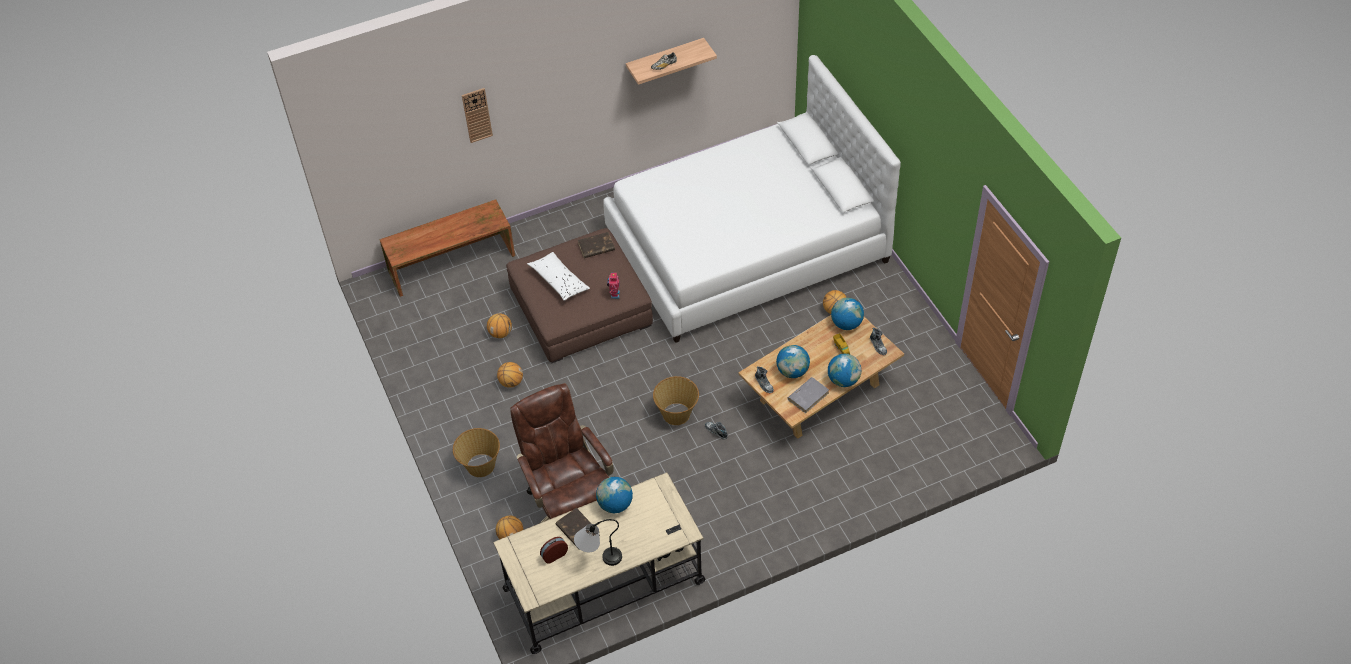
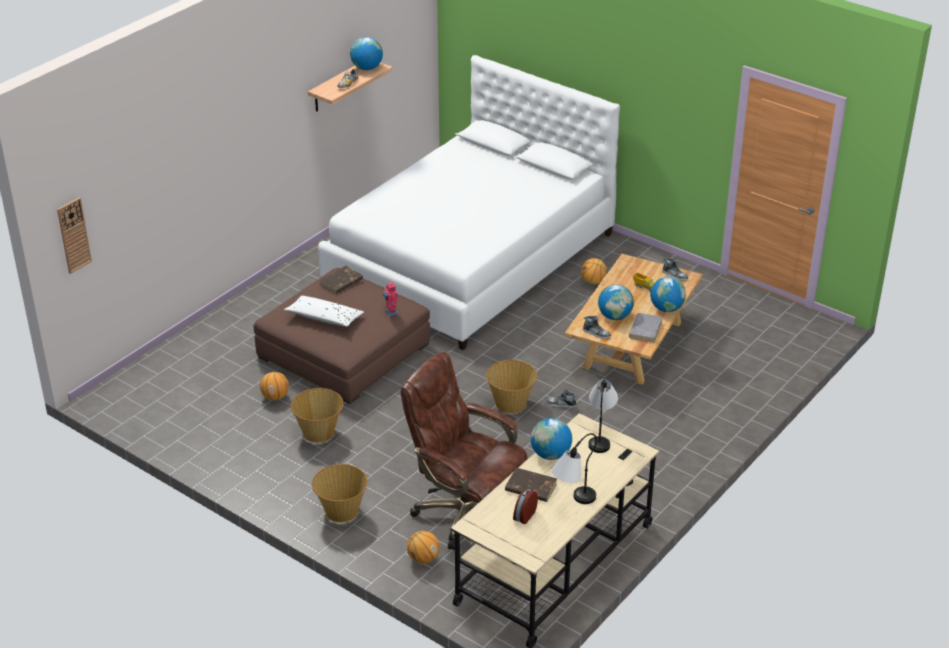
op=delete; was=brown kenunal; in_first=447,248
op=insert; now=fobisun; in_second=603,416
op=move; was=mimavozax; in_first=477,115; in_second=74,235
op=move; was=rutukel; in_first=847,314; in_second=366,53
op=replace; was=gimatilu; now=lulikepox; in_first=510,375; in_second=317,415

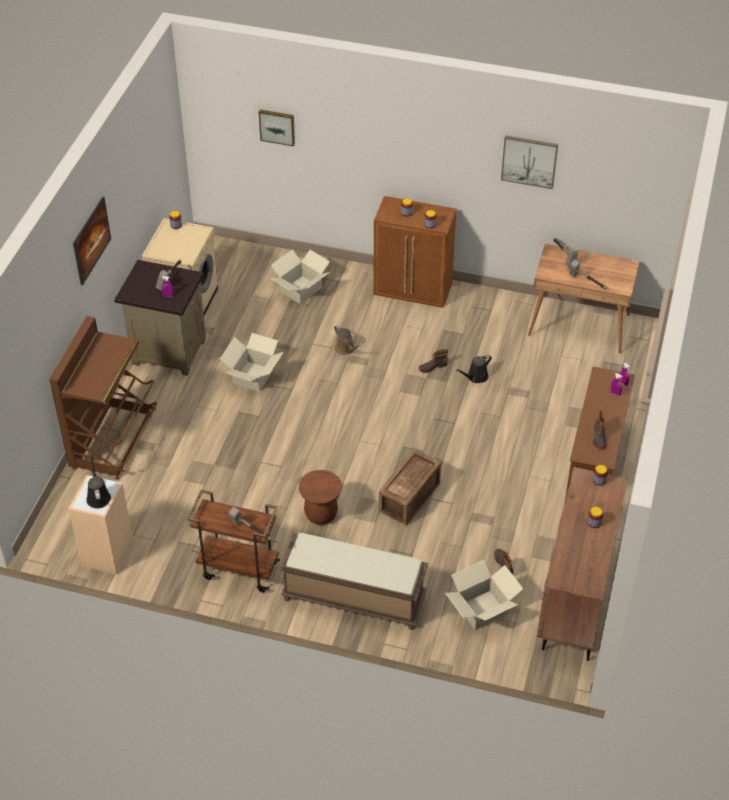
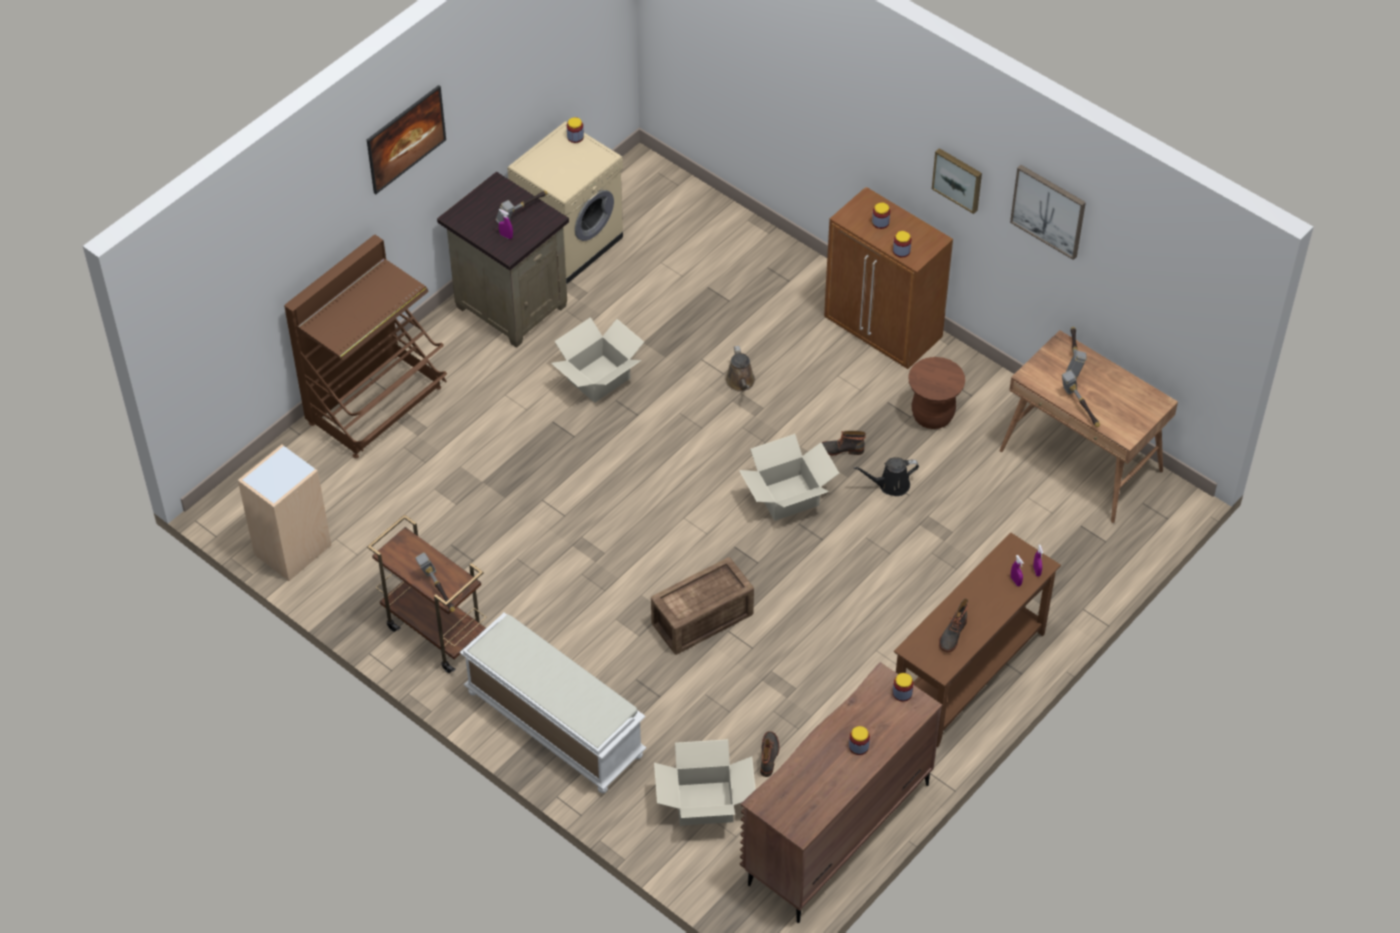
op=delete; was=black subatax; in_first=98,481
op=move; was=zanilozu; in_first=277,128; in_second=957,181
op=move; was=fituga; in_first=300,276; in_second=789,477
op=move; was=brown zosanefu; in_first=320,497; in_second=936,393
op=recolor; was=brown kenunal; now=white kenunal; in_first=353,581; in_second=553,702

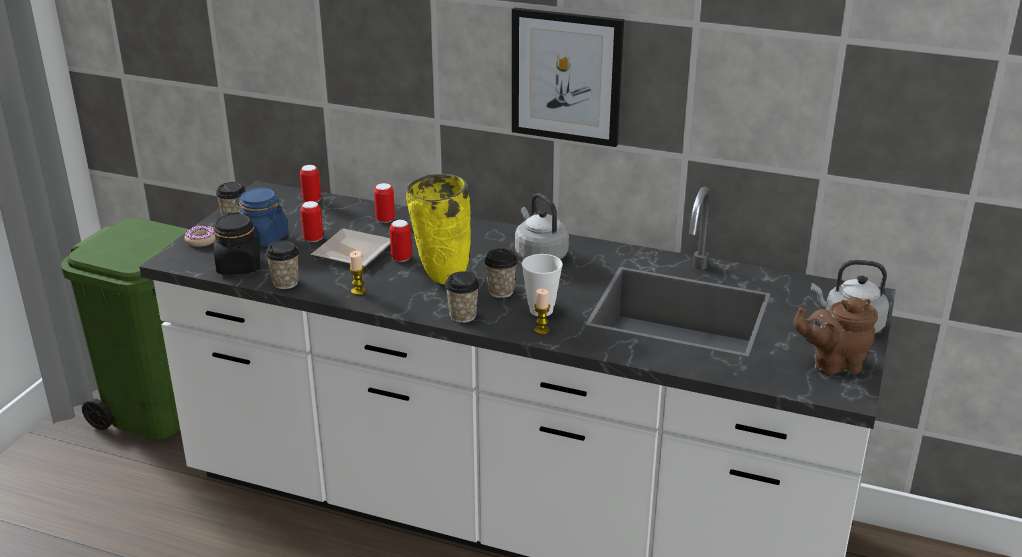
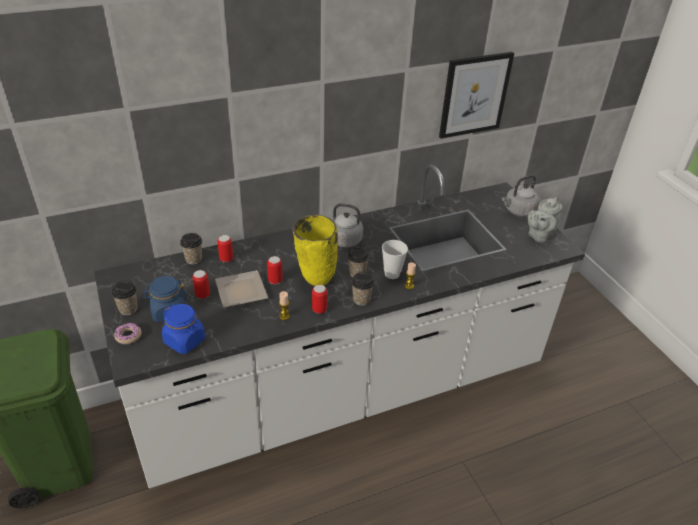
op=move; was=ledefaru; in_first=282,264; in_second=191,249
op=move; was=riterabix; in_first=310,183; in_second=319,299
op=move; was=zanilozu; in_first=568,77; in_second=476,95
op=recolor; was=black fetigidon; now=blue fetigidon; in_first=236,243; in_second=183,329
op=recolor; was=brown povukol; now=grey povukol; in_first=835,336; in_second=545,220

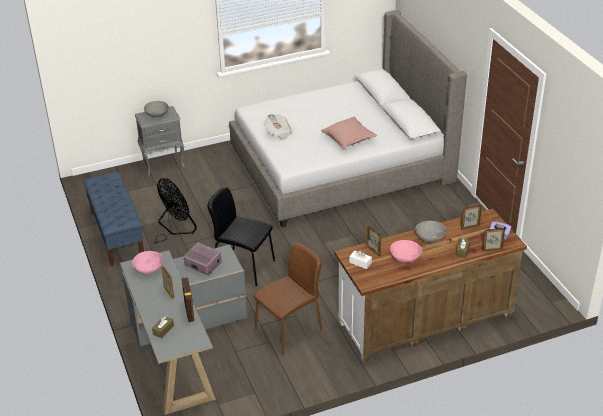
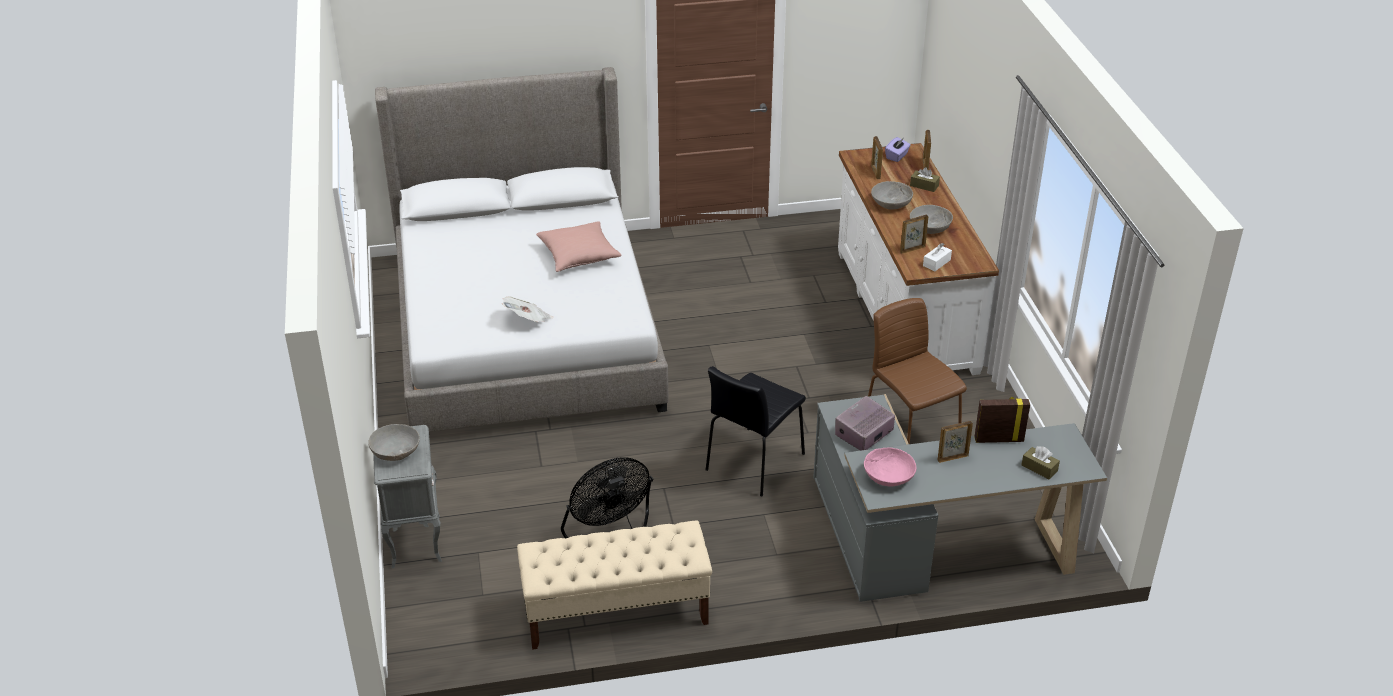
op=recolor; was=blue kenunal; now=beige kenunal; in_first=114,219; in_second=614,585
op=recolor; was=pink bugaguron; now=grey bugaguron; in_first=406,251; in_second=931,219

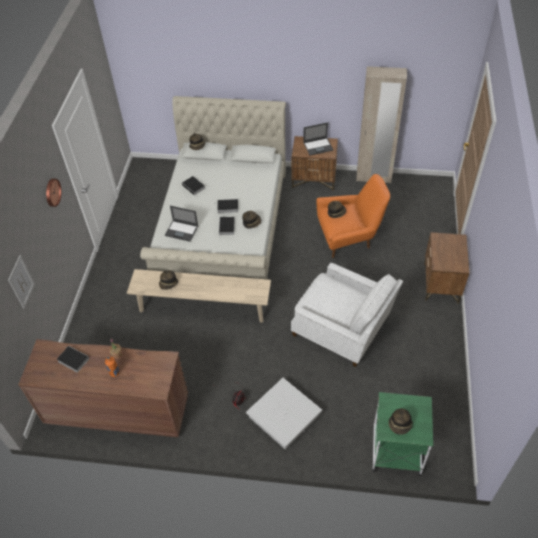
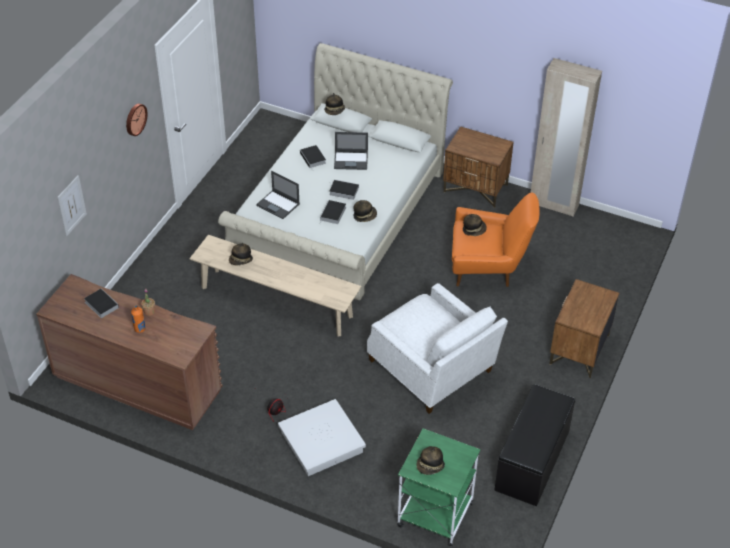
op=insert; now=black kenunal; in_second=534,445
op=move; was=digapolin; in_first=318,139; in_second=351,151

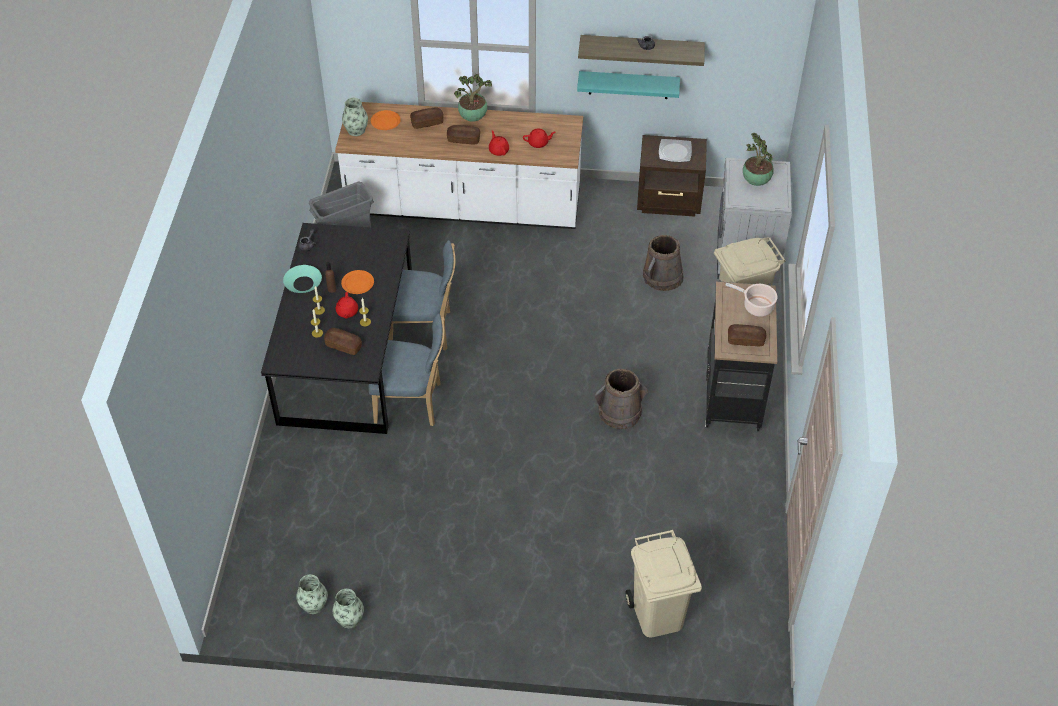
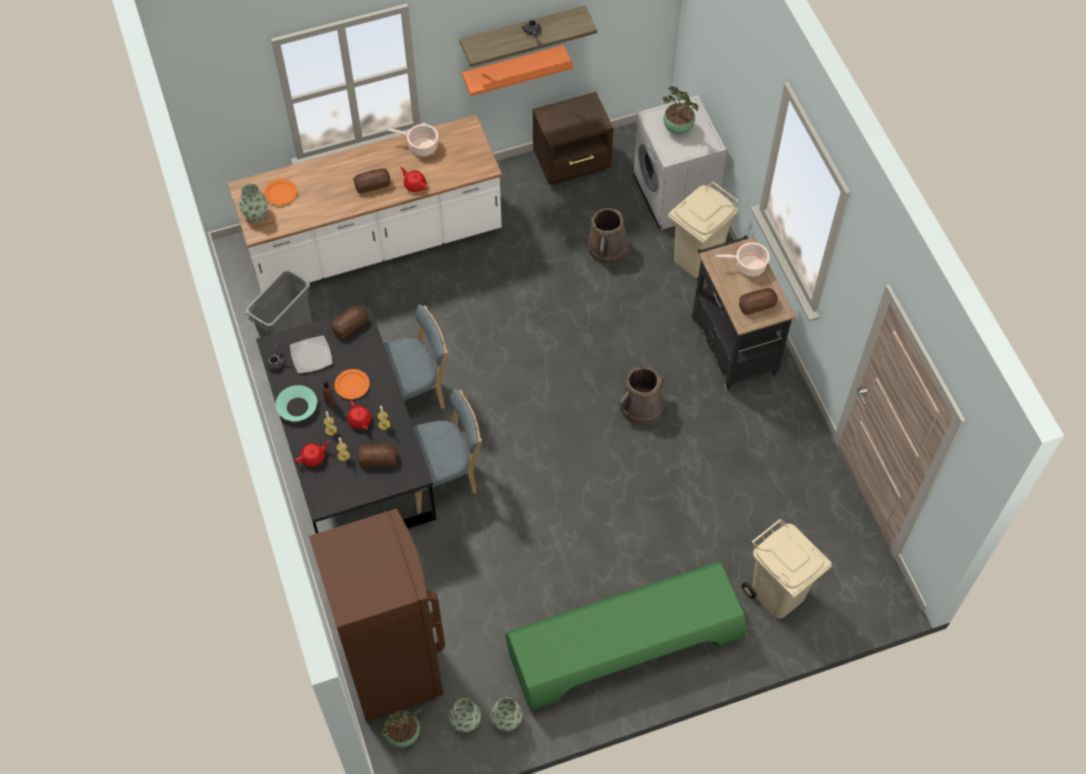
op=insert; now=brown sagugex; in_second=377,615
op=insert; now=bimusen; in_second=413,140
op=insert; now=green kenunal; in_second=626,636
op=move; was=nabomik; in_first=427,118; in_second=349,322
op=move; was=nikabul; in_first=473,98; in_second=402,728
op=move; was=red povukol; in_first=539,138; in_second=312,454
op=move; was=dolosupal; in_first=675,150; in_second=311,354
op=recolor; was=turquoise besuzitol; now=orange besuzitol; in_first=628,85; in_second=517,70

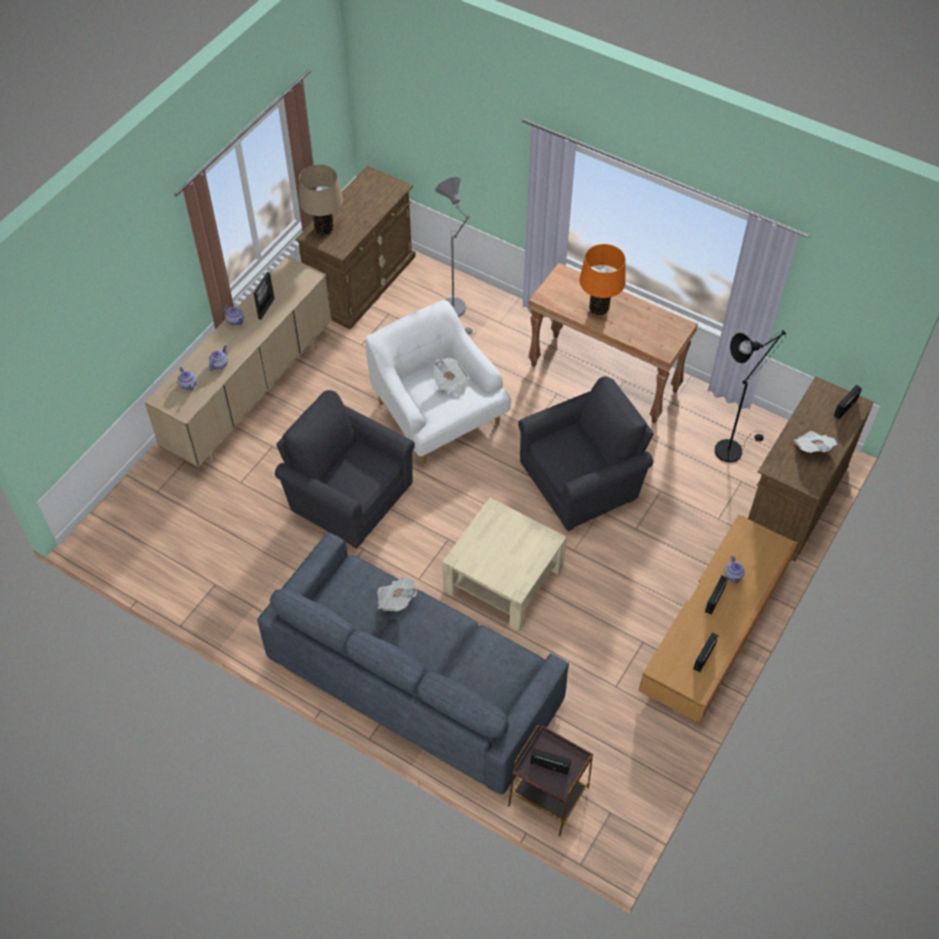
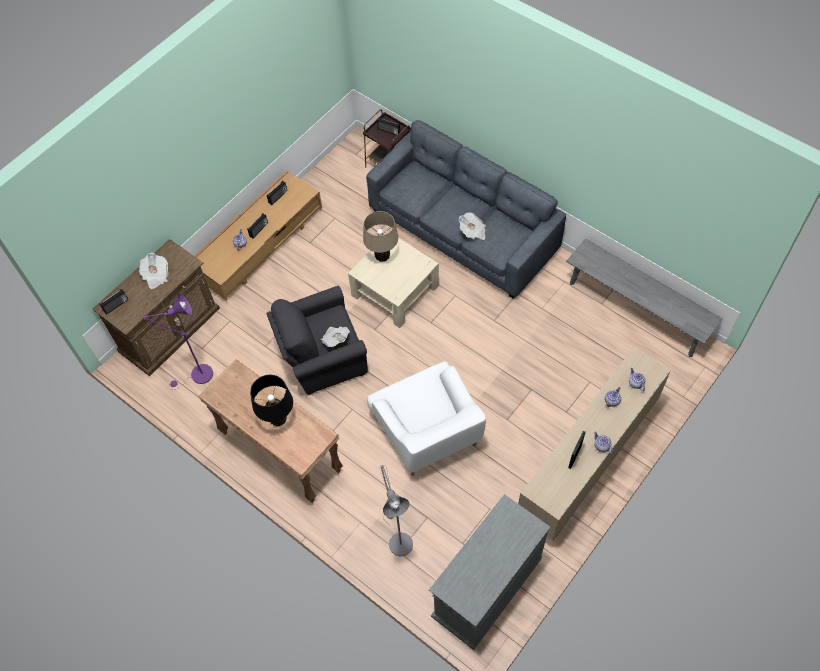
op=delete; was=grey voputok; in_first=345,469
op=insert; now=grey kenunal; in_second=644,298
op=move; was=beige fobisun; in_first=321,199; in_second=380,236
op=move; was=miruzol; in_first=451,377; in_second=335,336
op=recolor; was=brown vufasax; now=grey vufasax; in_first=356,248; in_second=489,572
op=recolor; was=orange fobisun; now=black fobisun; in_first=602,279; in_second=271,400
op=recolor; was=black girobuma; now=purple girobuma; in_first=750,396; in_second=178,341

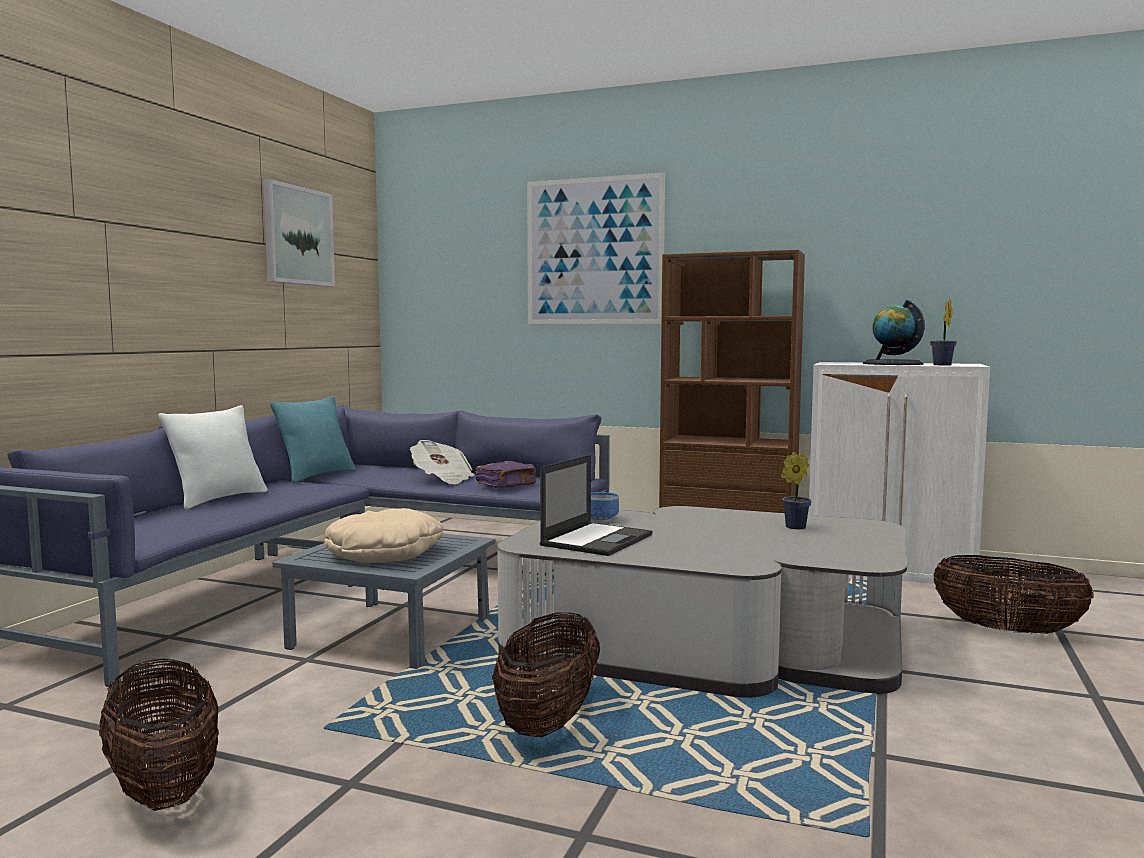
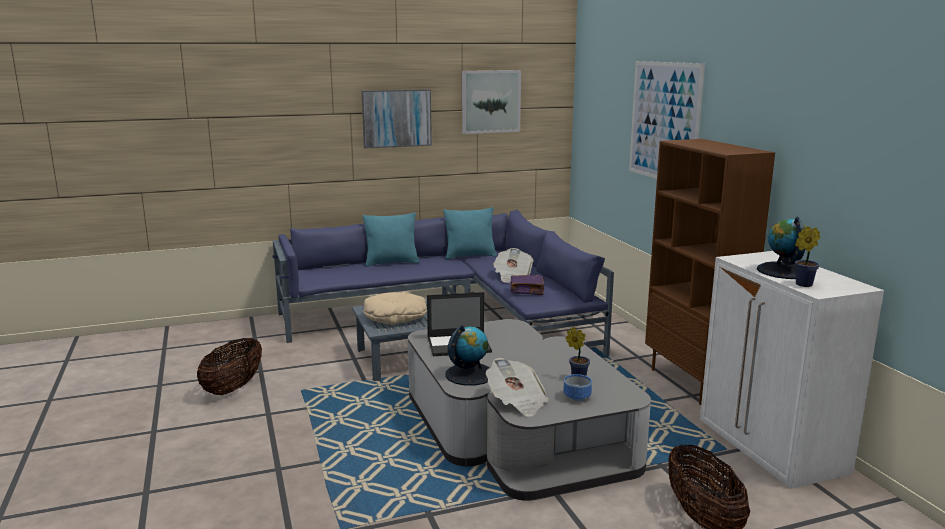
op=delete; was=lulikepox; in_first=546,674
op=insert; now=zanilozu; in_second=397,119
op=insert; now=rutukel; in_second=467,355
op=insert; now=miruzol; in_second=517,387
op=move; was=bugaguron; in_first=605,507; in_second=577,388
op=recolor; was=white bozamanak; now=turquoise bozamanak; in_first=213,457; in_second=391,239

